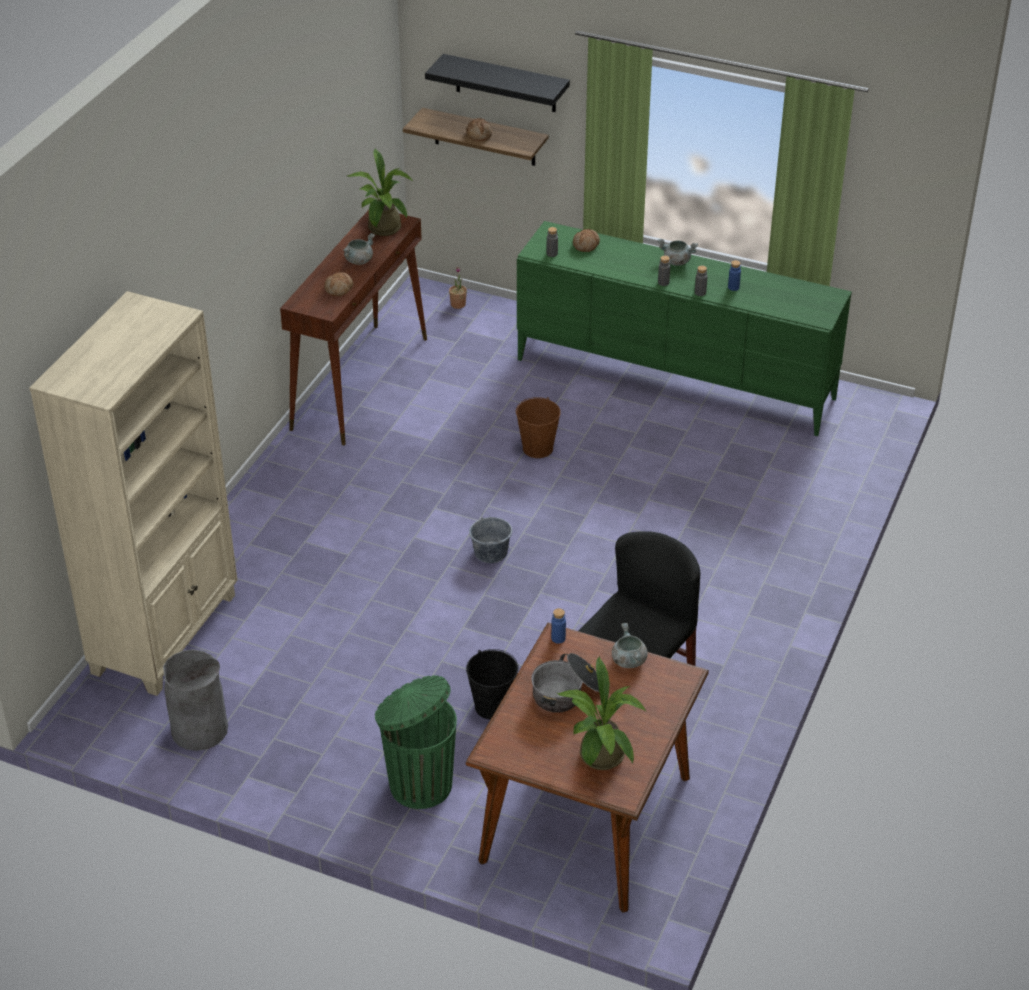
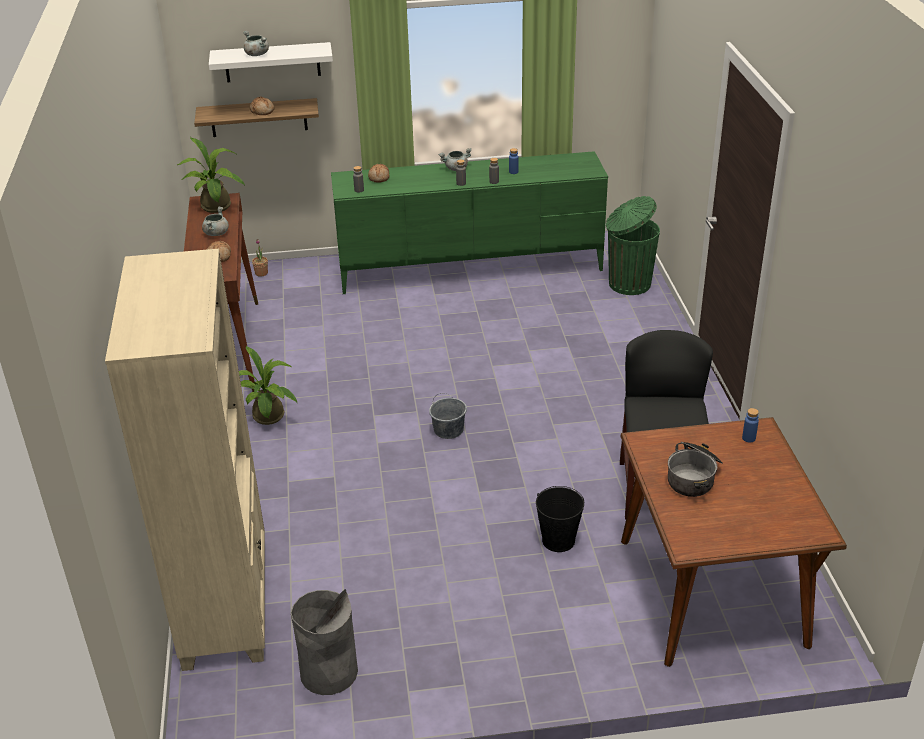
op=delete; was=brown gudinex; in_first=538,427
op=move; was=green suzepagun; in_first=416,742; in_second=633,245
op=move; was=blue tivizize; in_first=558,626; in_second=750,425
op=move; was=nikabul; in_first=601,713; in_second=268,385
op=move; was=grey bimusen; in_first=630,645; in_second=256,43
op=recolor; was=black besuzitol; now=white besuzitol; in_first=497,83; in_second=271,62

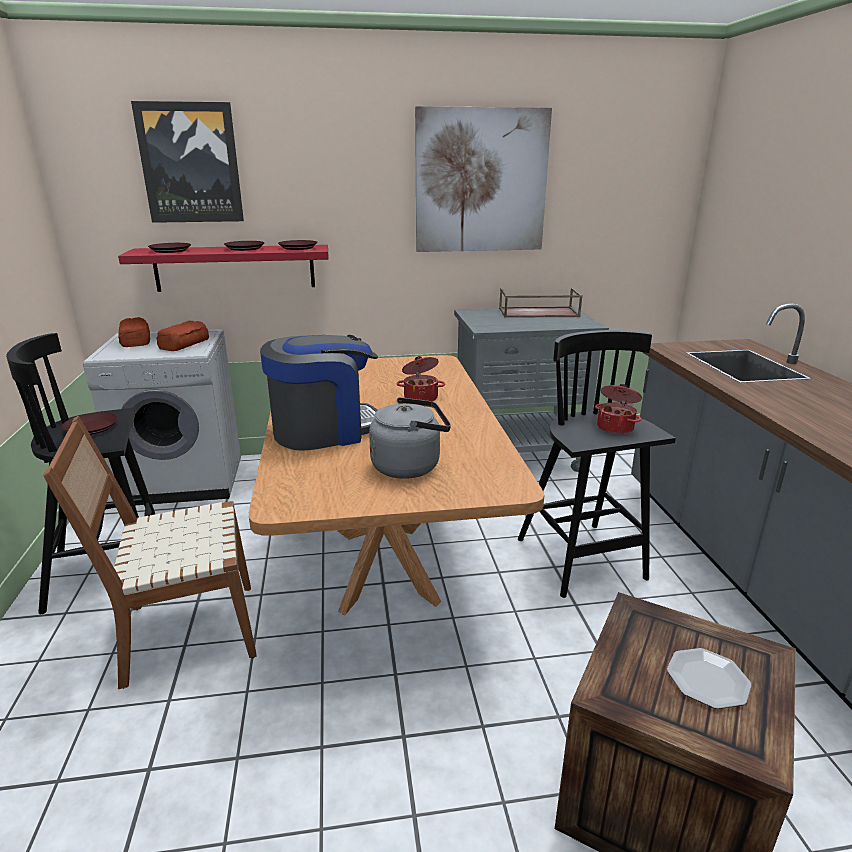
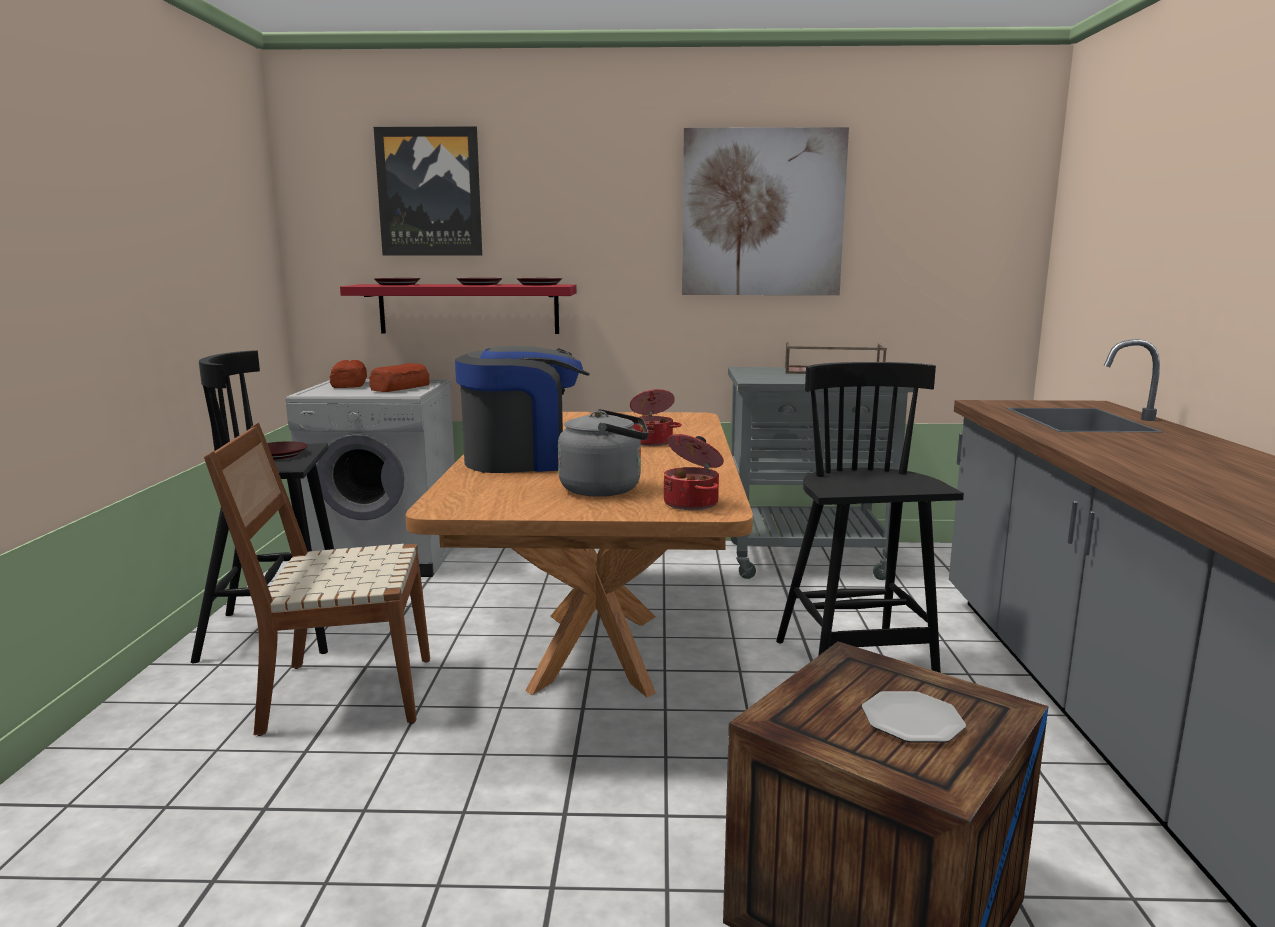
op=move; was=bimusen; in_first=618,409; in_second=694,472

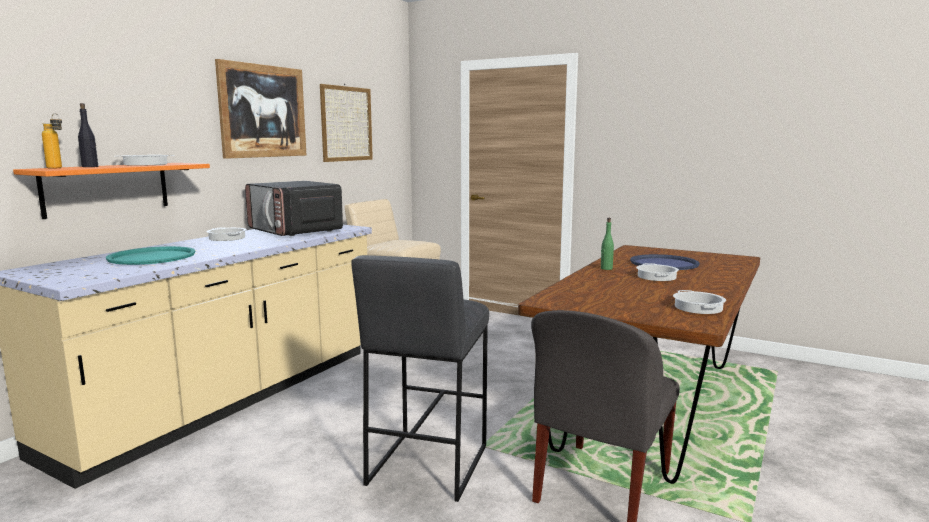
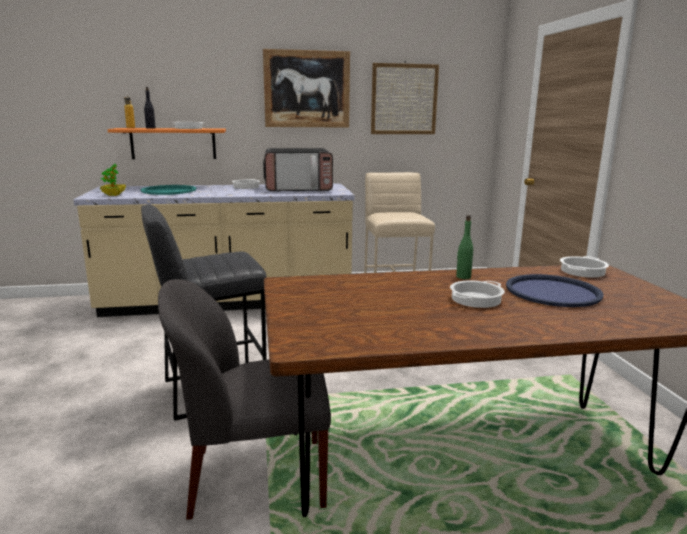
op=insert; now=nikabul; in_second=113,180
op=move; was=bimusen; in_first=699,302; in_second=584,267
op=rotate; was=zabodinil; in_first=294,208; in_second=298,170; clockwise=-105

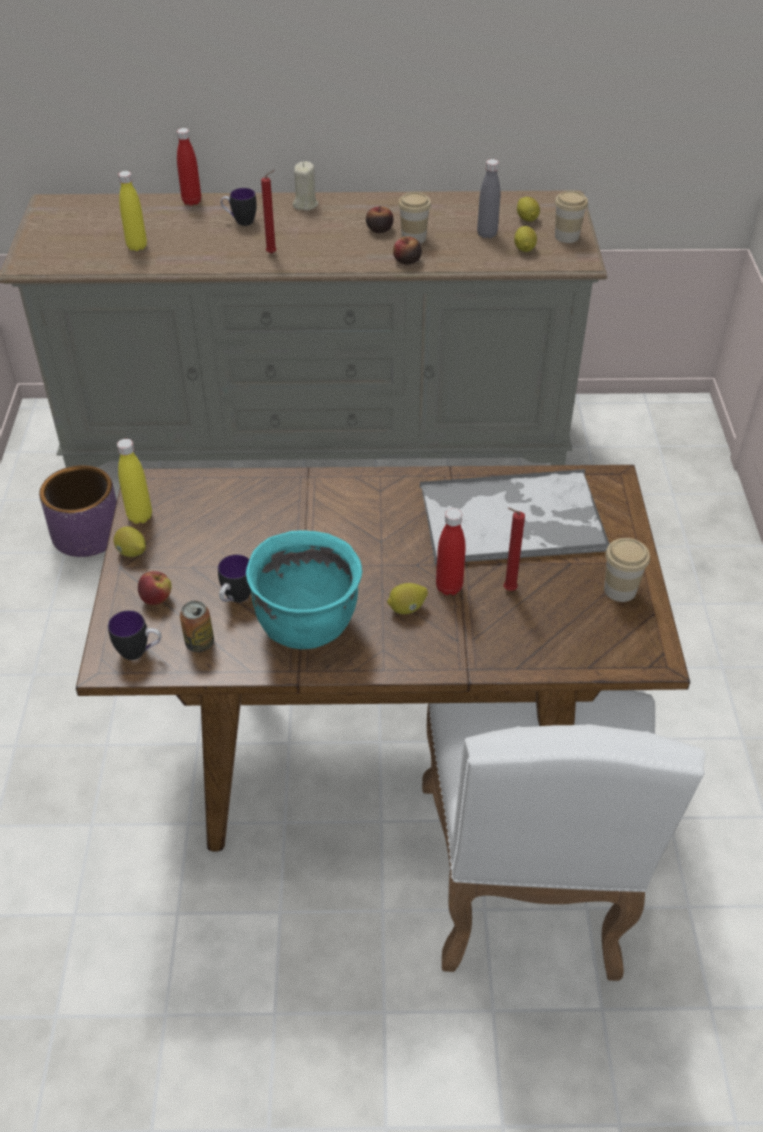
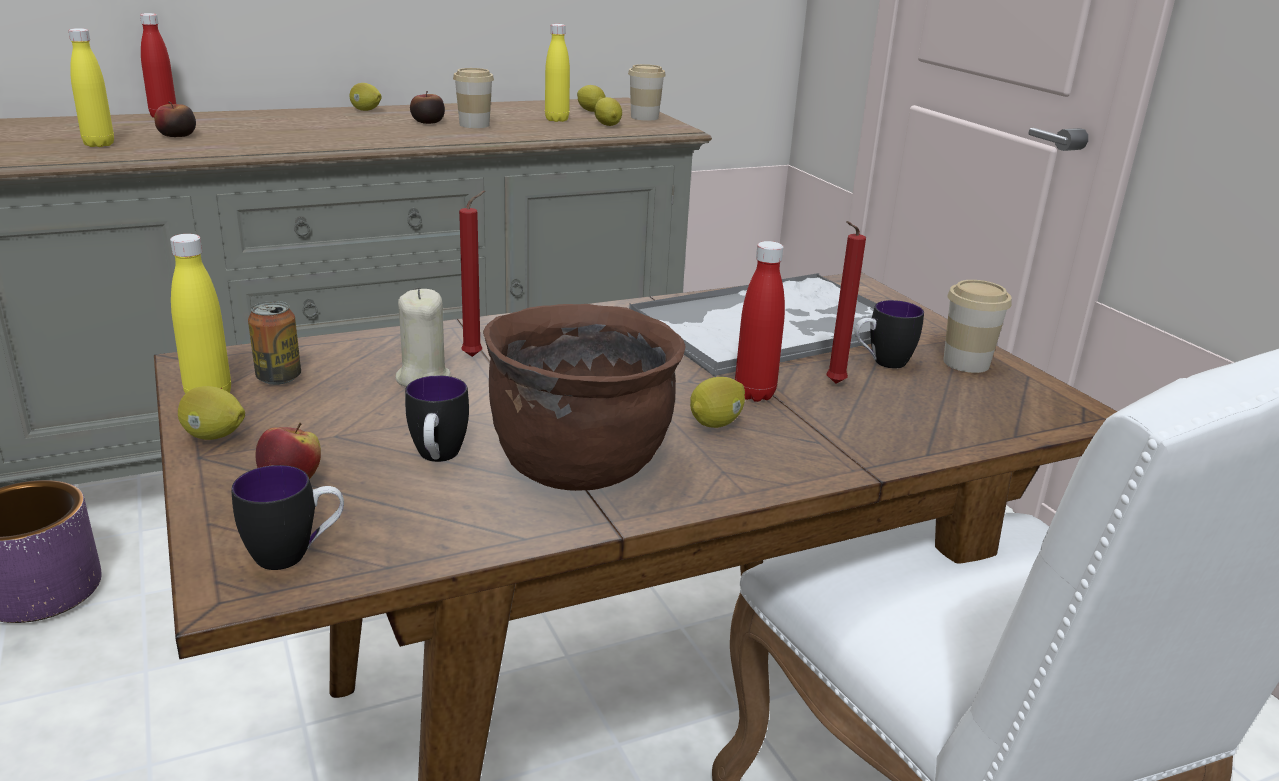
op=insert; now=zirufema; in_second=366,97
op=move; was=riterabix; in_first=197,626; in_second=274,343
op=move; was=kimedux; in_first=239,207; in_second=889,334
op=move; was=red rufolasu; in_first=269,212; in_second=472,274
op=move; was=beige rufolasu; in_first=305,186; in_second=423,338
op=move; was=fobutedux; in_first=407,250; in_second=175,119
op=recolor; was=turquoise bimusen; now=brown bimusen; in_first=304,589; in_second=584,397
op=recolor; was=grey tivizize; now=yellow tivizize; in_first=488,198; in_second=557,73

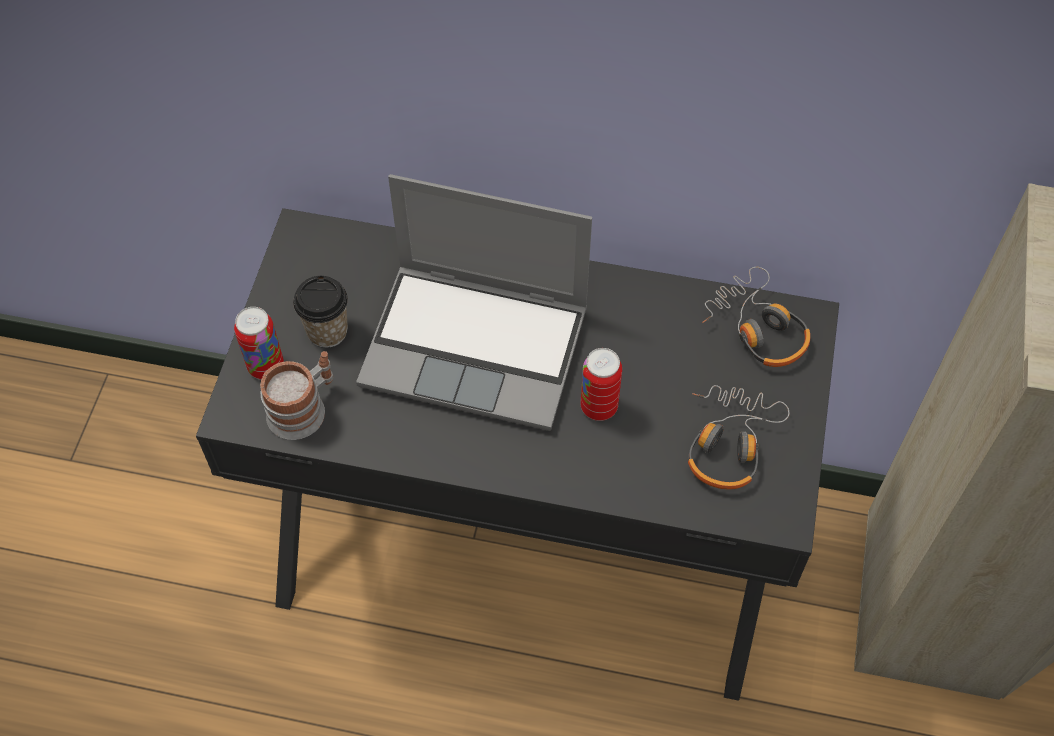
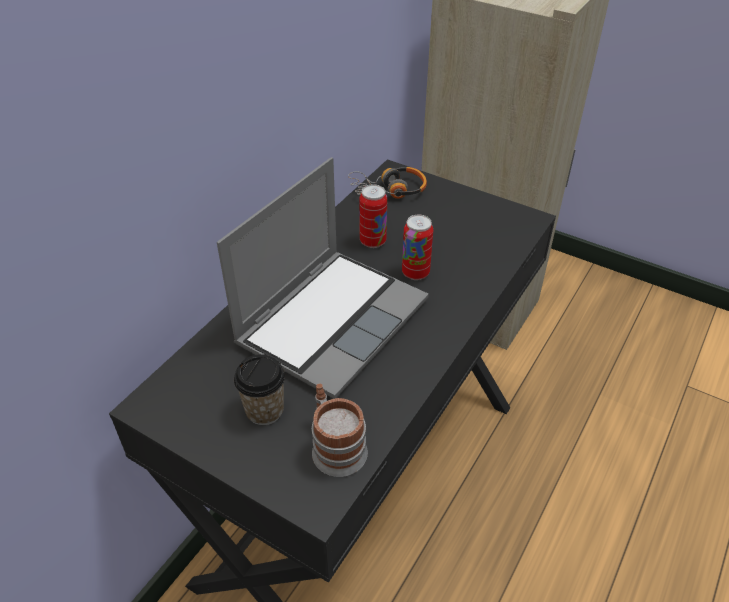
op=delete; was=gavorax; in_first=739,437
op=move; was=riterabix; in_first=259,343; in_second=373,216

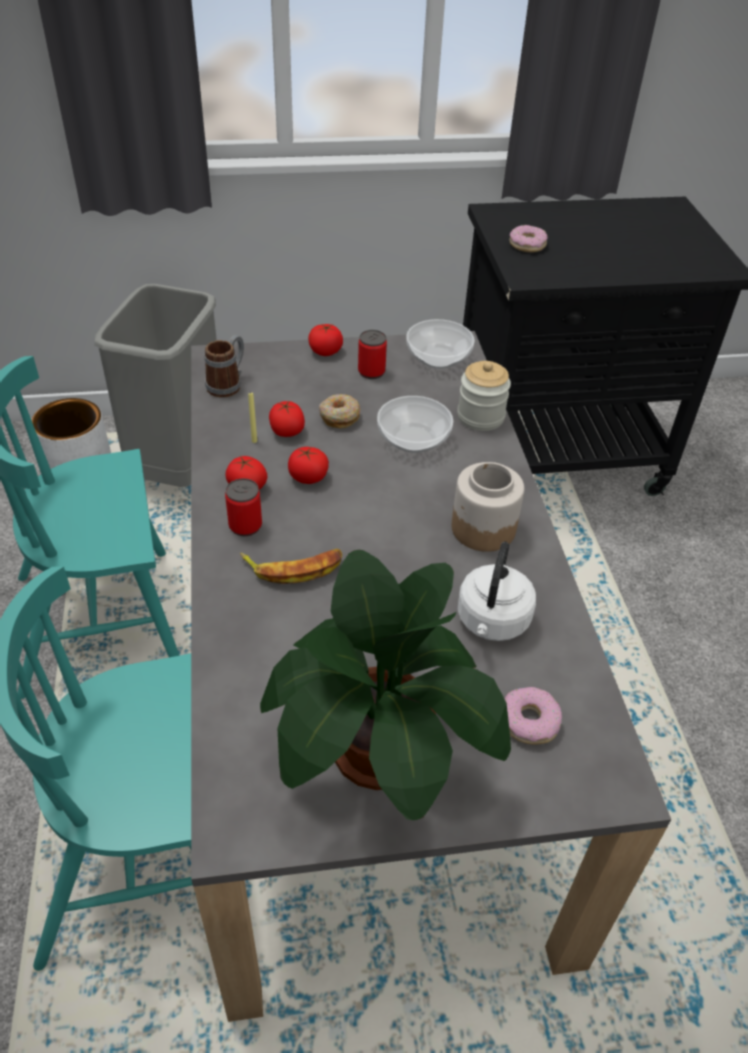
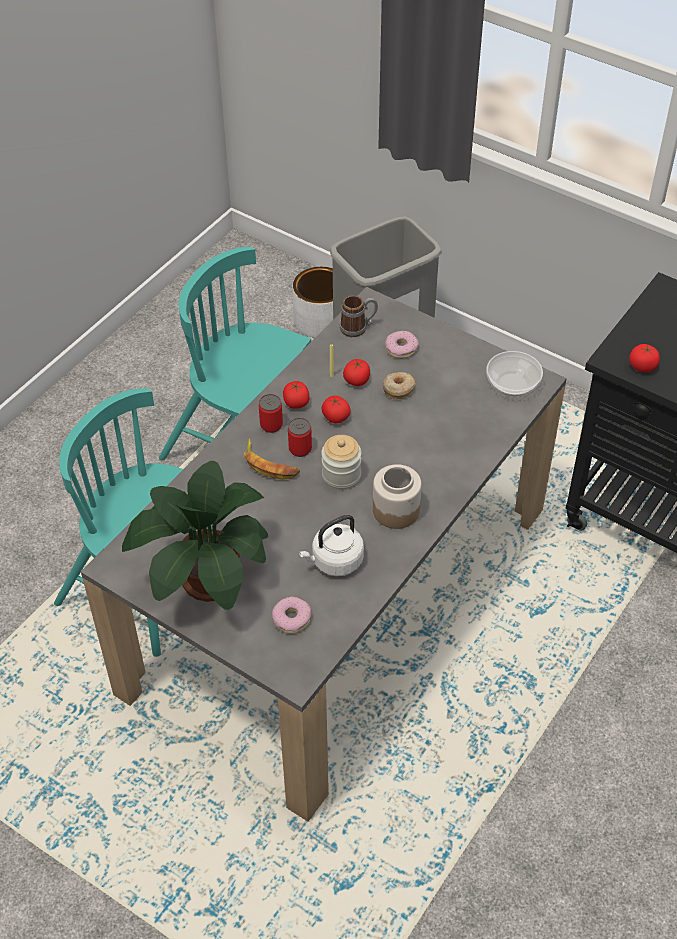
op=delete; was=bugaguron; in_first=415,424
op=move; was=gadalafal; in_first=325,340; in_second=644,358
op=move; was=riterabix; in_first=372,354; in_second=300,437
op=move; was=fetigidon; in_first=484,396; in_second=341,462
op=move; was=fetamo; in_first=528,238; in_second=402,345

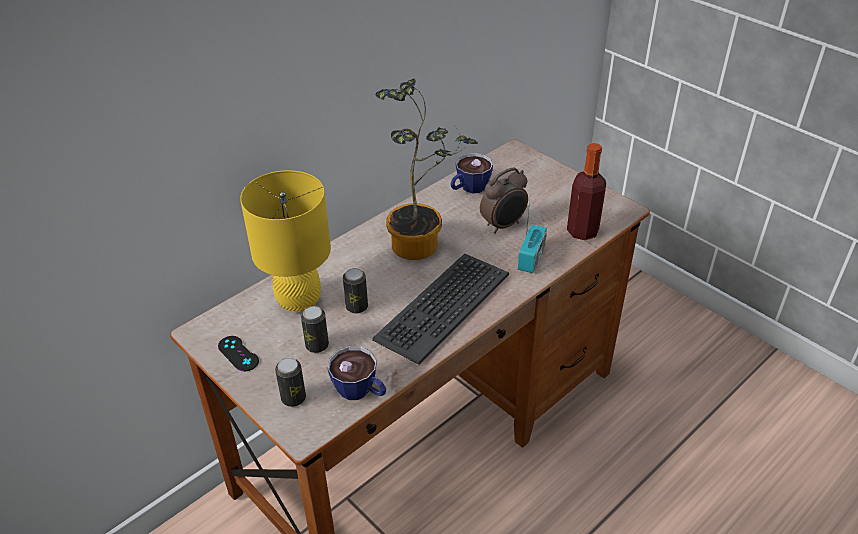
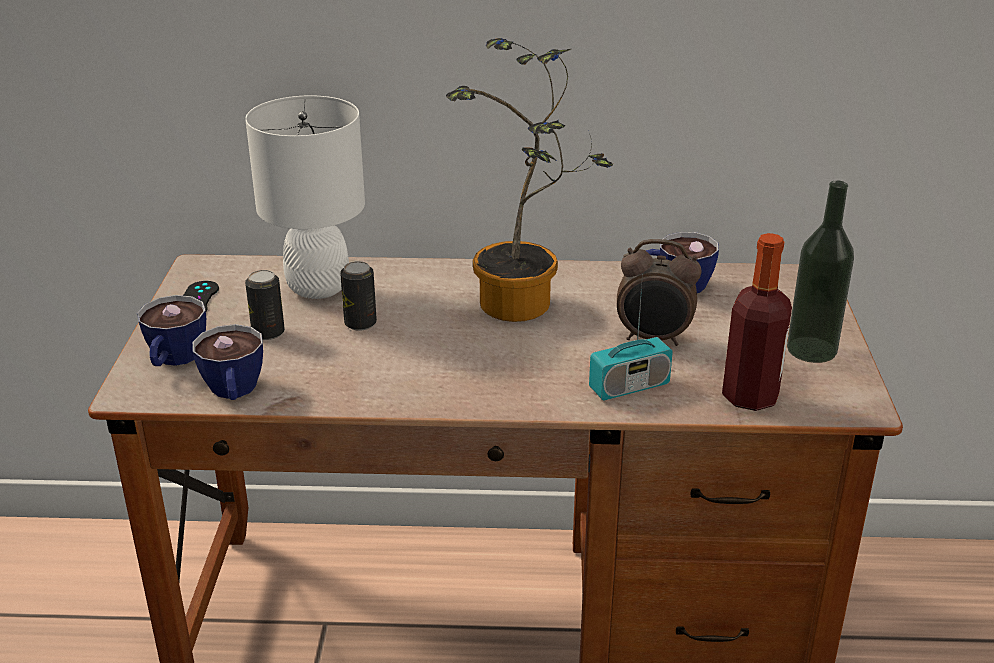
op=delete; was=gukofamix; in_first=440,308
op=insert; now=tivizize; in_second=820,272
op=replace; was=riterabix; now=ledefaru; in_first=290,382; in_second=171,330
op=recolor; was=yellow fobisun; now=white fobisun; in_first=285,241; in_second=305,197

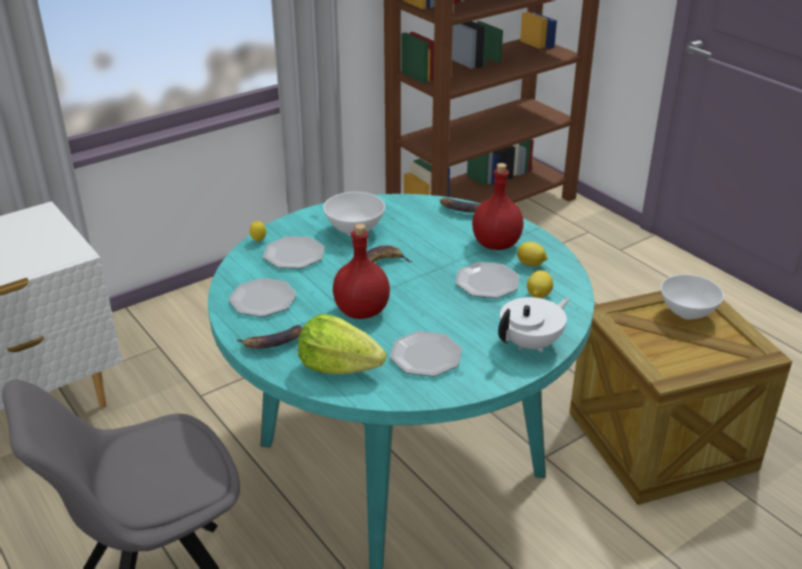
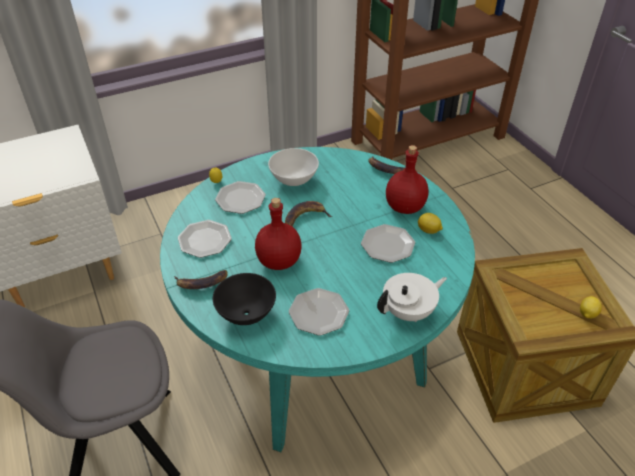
op=delete; was=white bugaguron; in_first=692,297
op=move; was=zirufema; in_first=540,284; in_second=591,307
op=replace; was=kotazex; now=black bugaguron; in_first=342,344; in_second=244,299

